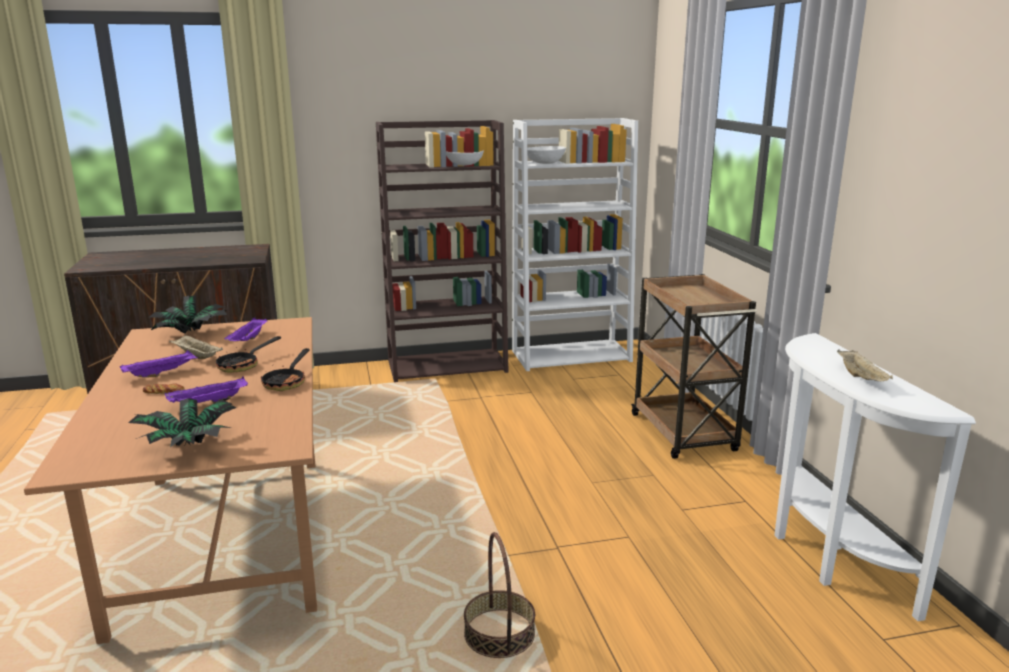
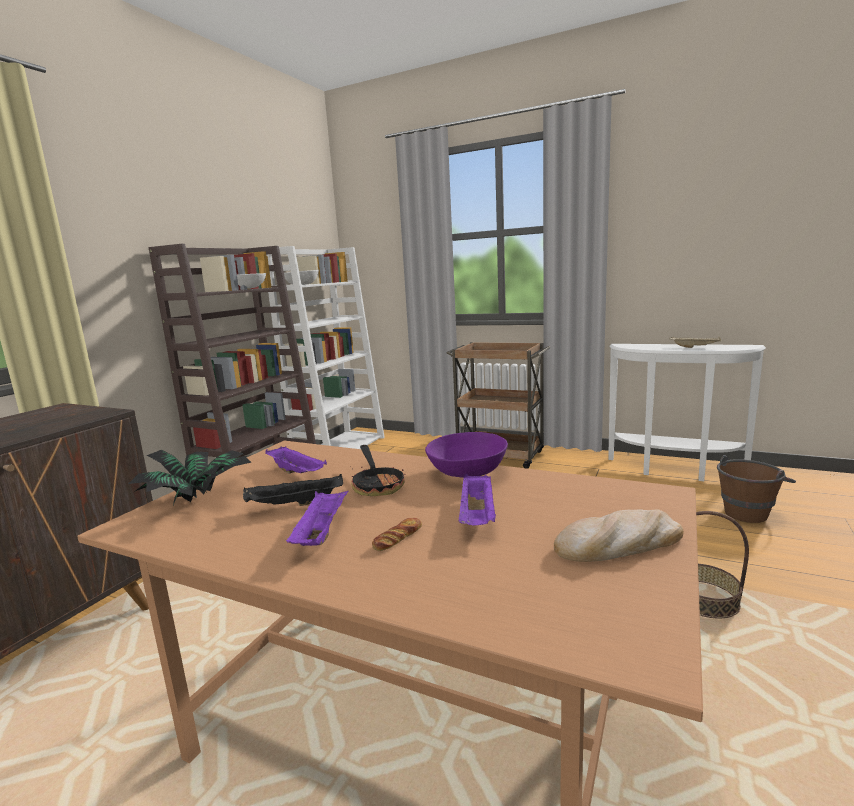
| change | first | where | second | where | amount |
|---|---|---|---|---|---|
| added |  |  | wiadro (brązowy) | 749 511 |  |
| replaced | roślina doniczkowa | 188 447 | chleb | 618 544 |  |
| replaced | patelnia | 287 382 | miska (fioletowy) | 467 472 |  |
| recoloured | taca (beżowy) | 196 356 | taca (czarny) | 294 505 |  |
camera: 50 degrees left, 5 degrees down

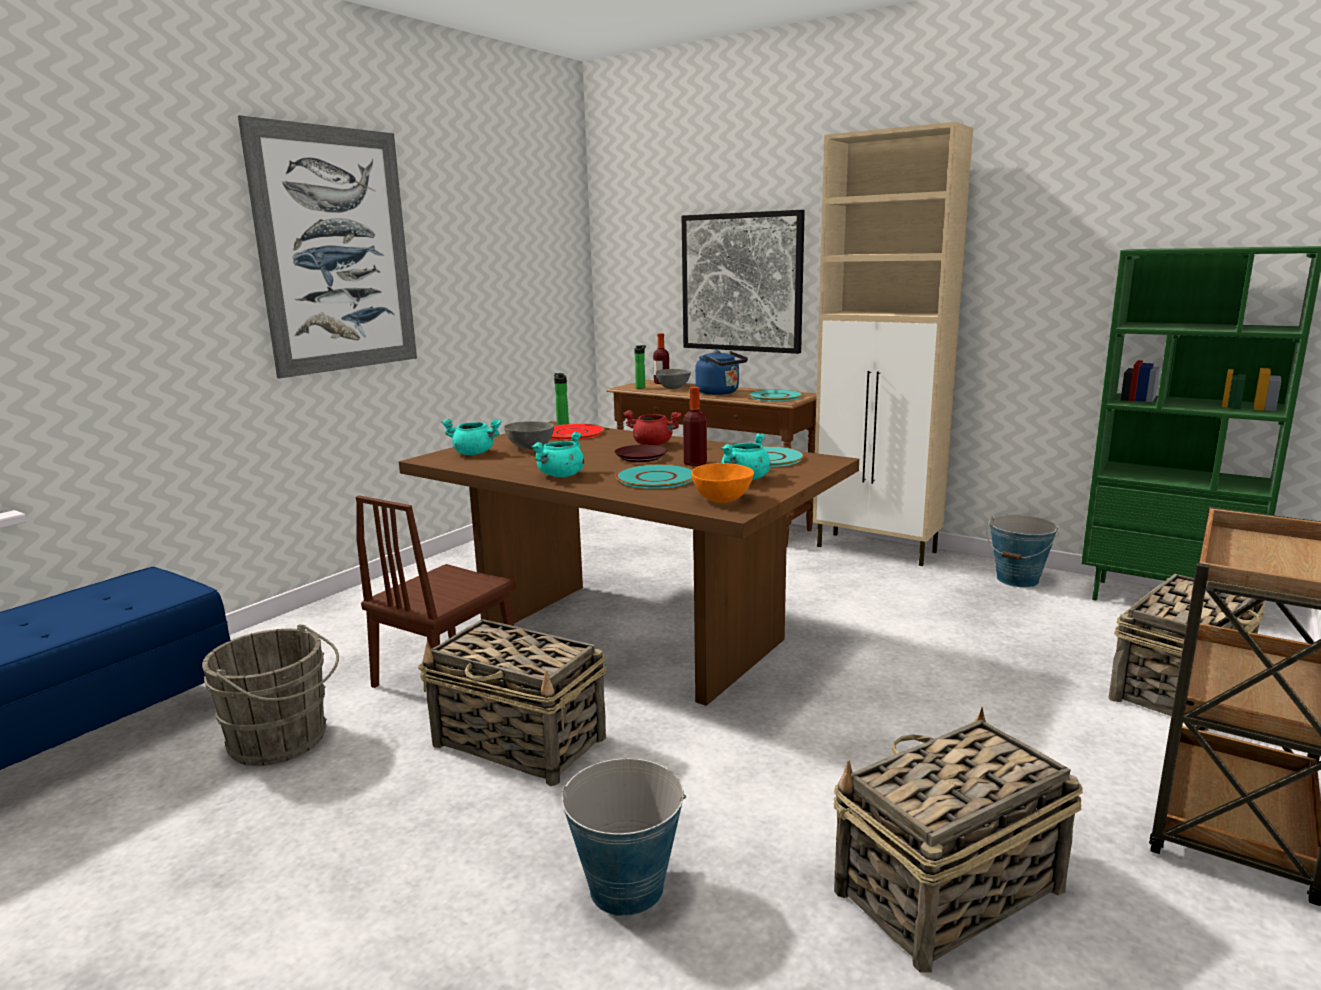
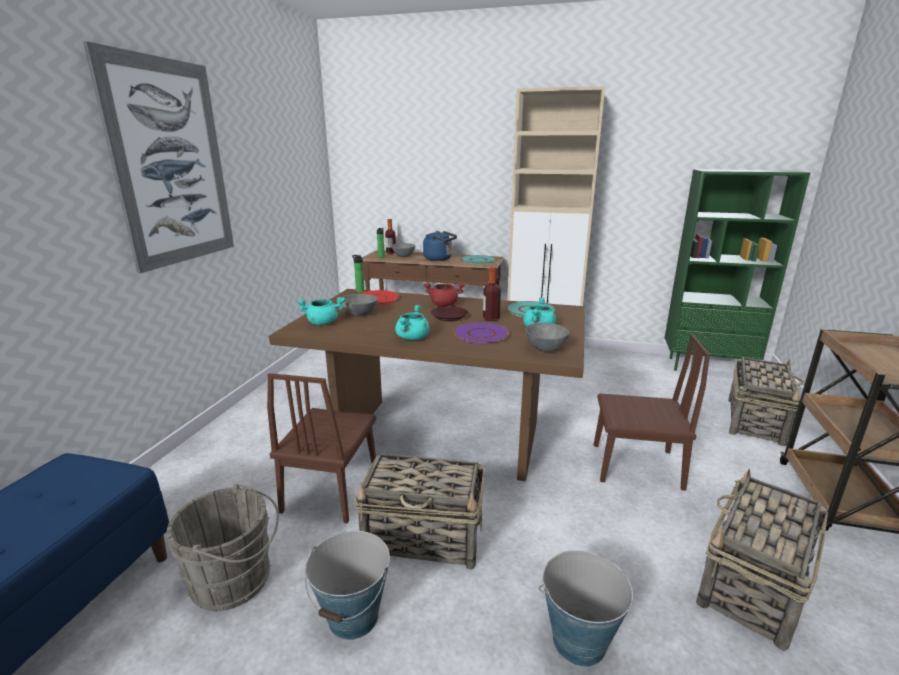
| change | first | where | second | where | amount |
|---|---|---|---|---|---|
| removed | obraz | 741 282 |  |  |  |
| added |  |  | krzesło (brązowy) | 636 466 |  |
| moved | wiadro | 1017 579 |  | 353 617 |  |
| recoloured | talerz (turkusowy) | 655 478 | talerz (fioletowy) | 480 334 |  |
| recoloured | miska (pomarańczowy) | 722 499 | miska (szary) | 545 348 |  |
camera: 20 degrees left, 5 degrees up

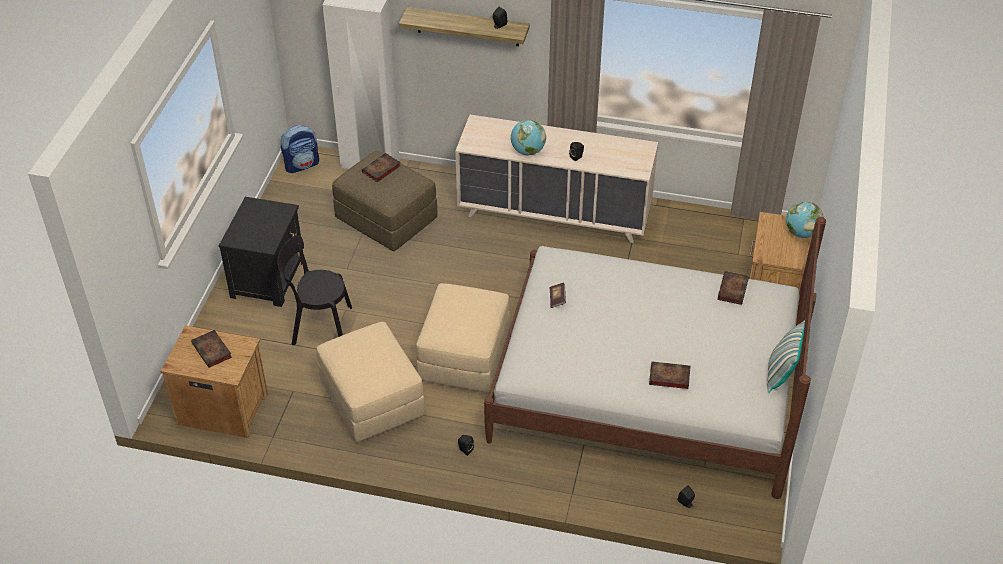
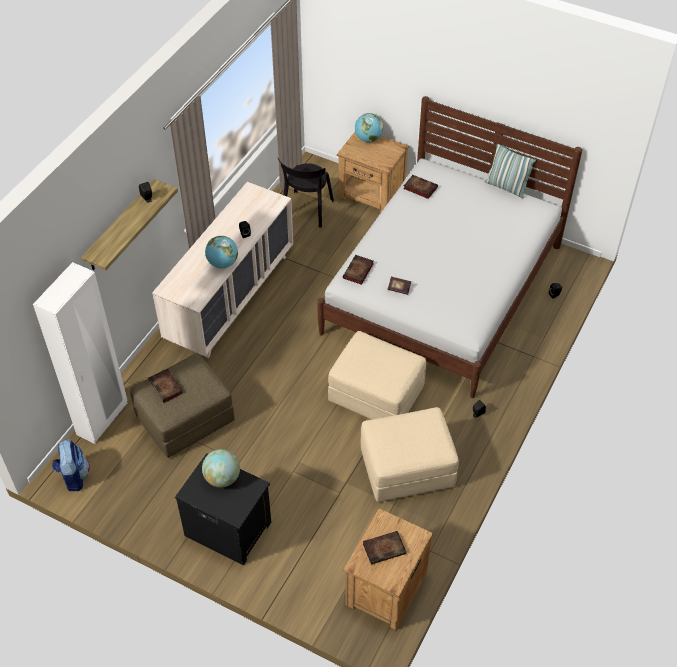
| change | first | where | second | where | amount |
|---|---|---|---|---|---|
| added |  |  | globus | 222 478 |  |
| moved | krzesło (czarny) | 318 325 |  | 306 211 |  |
| moved | książka | 668 377 |  | 358 272 |  |
camera: 75 degrees left, 5 degrees up

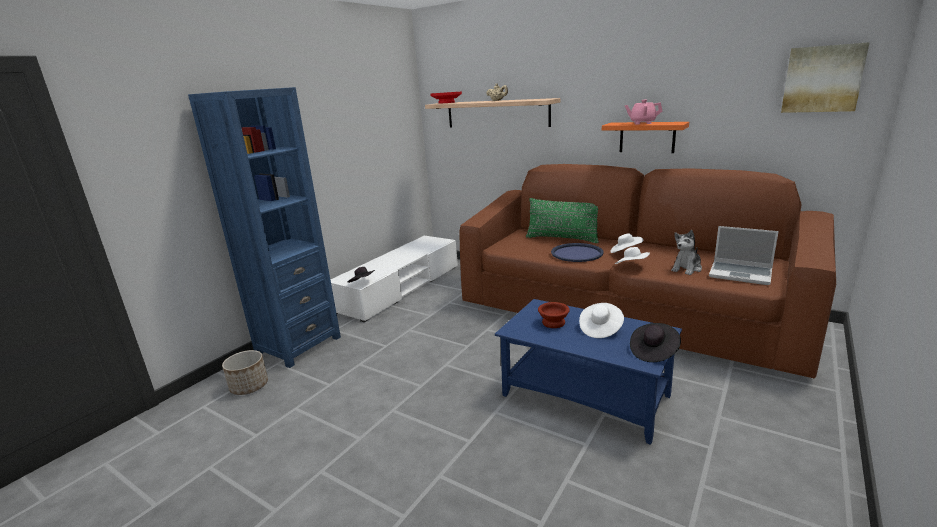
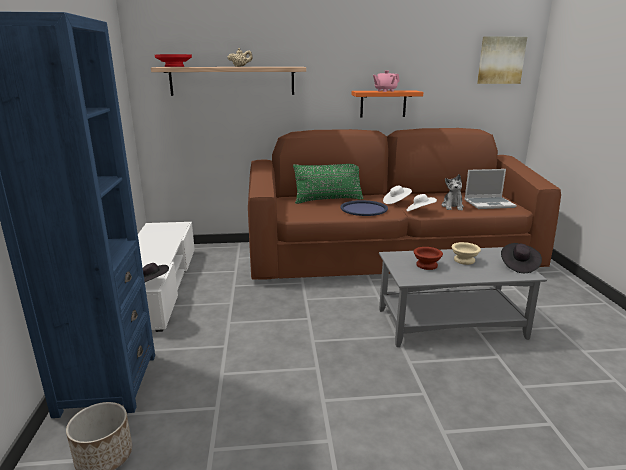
| change | first | where | second | where | amount |
|---|---|---|---|---|---|
| replaced | kapelusz (biały) | 600 329 | miska (beżowy) | 463 260 |  |
| recoloured | ława (niebieski) | 586 395 | ława (szary) | 451 323 |  |
camera: 40 degrees left, 0 degrees up

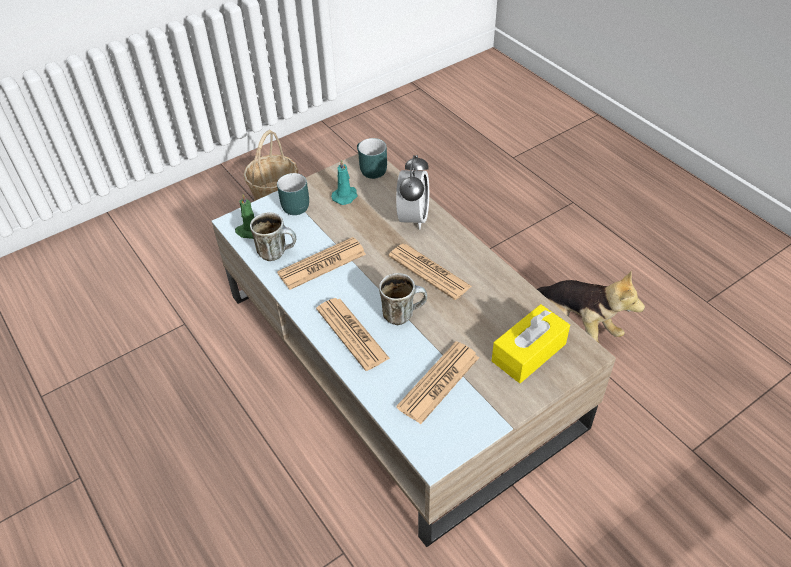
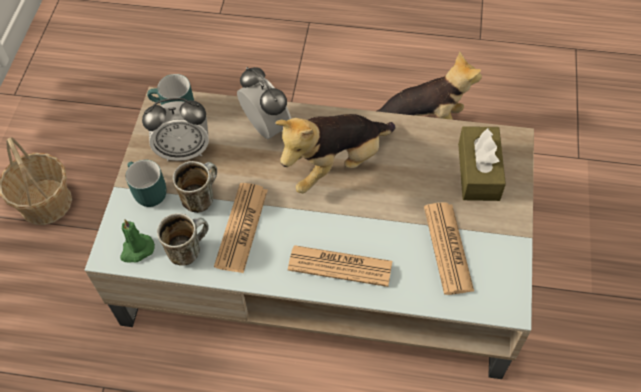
| change | first | where | second | where | amount |
|---|---|---|---|---|---|
| moved | kubek | 403 313 |  | 201 196 |  |
| replaced | świeca (turkusowy) | 345 196 | budzik | 184 150 |  |
| replaced | gazeta | 429 271 | pluszak | 335 164 |  |
| recoloured | pudełko chusteczek (żółty) | 528 352 | pudełko chusteczek (brązowy) | 478 171 |  |
camera: 45 degrees left, 10 degrees up

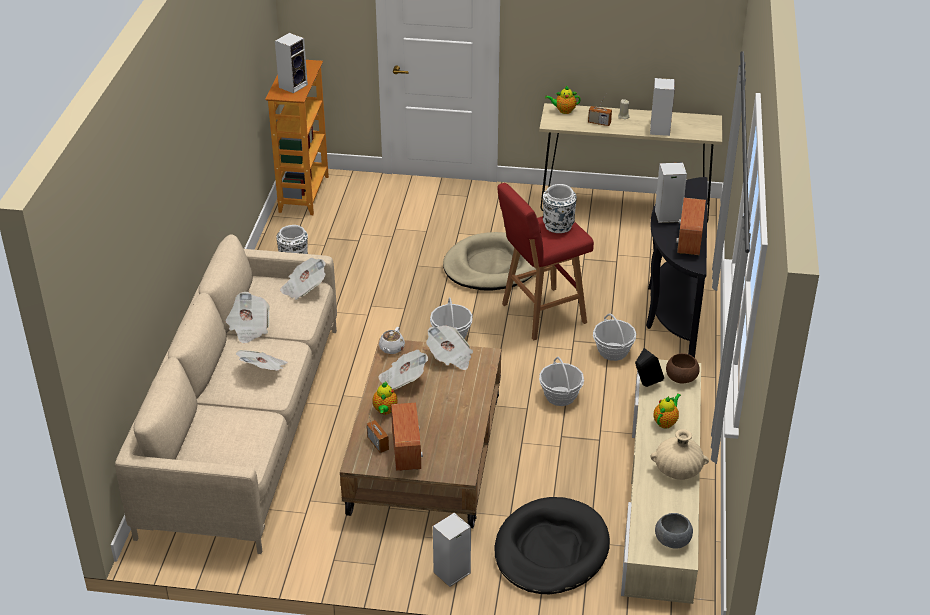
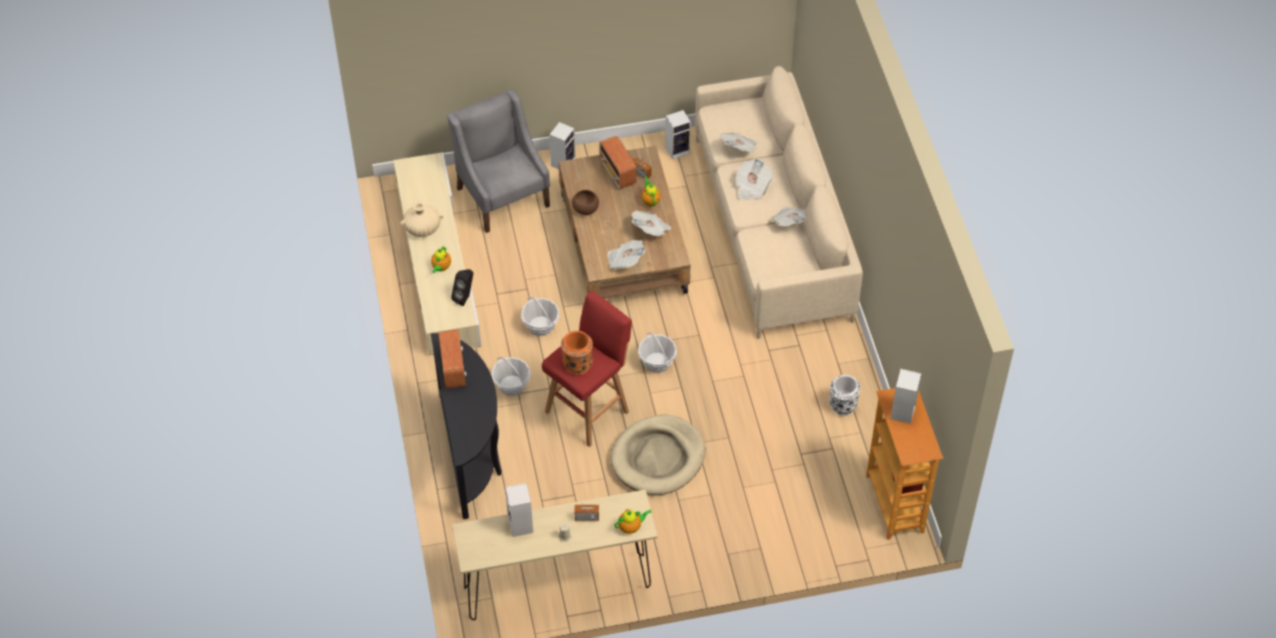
| change | first | where | second | where | amount |
|---|---|---|---|---|---|
| removed | imbryk (biały) | 391 348 |  |  |  |
| removed | miska (szary) | 672 541 |  |  |  |
| moved | gazeta | 303 288 |  | 739 148 |  |
| moved | głośnik | 667 216 |  | 678 149 |  |
| moved | miska (brązowy) | 681 378 |  | 585 209 |  |
| replaced | legowisko (czarny) | 551 550 | fotel (szary) | 502 196 |  |
| recoloured | wazon (biały) | 558 226 | wazon (pomarańczowy) | 577 364 |  |
camera: 160 degrees right, 15 degrees up

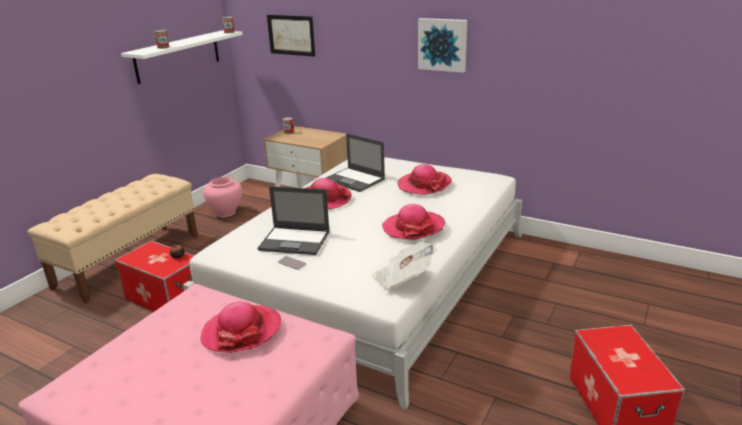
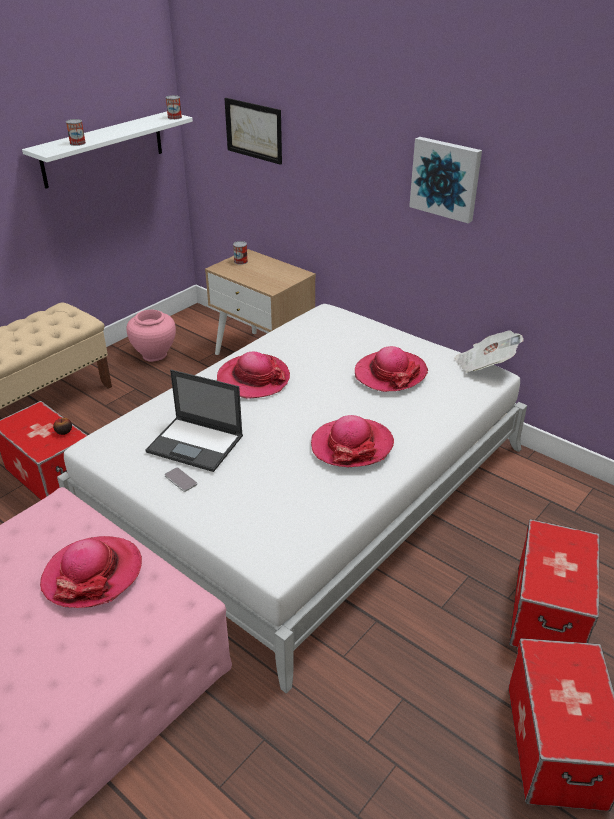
| change | first | where | second | where | amount |
|---|---|---|---|---|---|
| removed | laptop | 355 180 |  |  |  |
| added |  |  | pojemnik do przechowywania | 548 612 |  |
| moved | gazeta | 403 279 |  | 484 365 |  |
camera: 10 degrees right, 10 degrees up

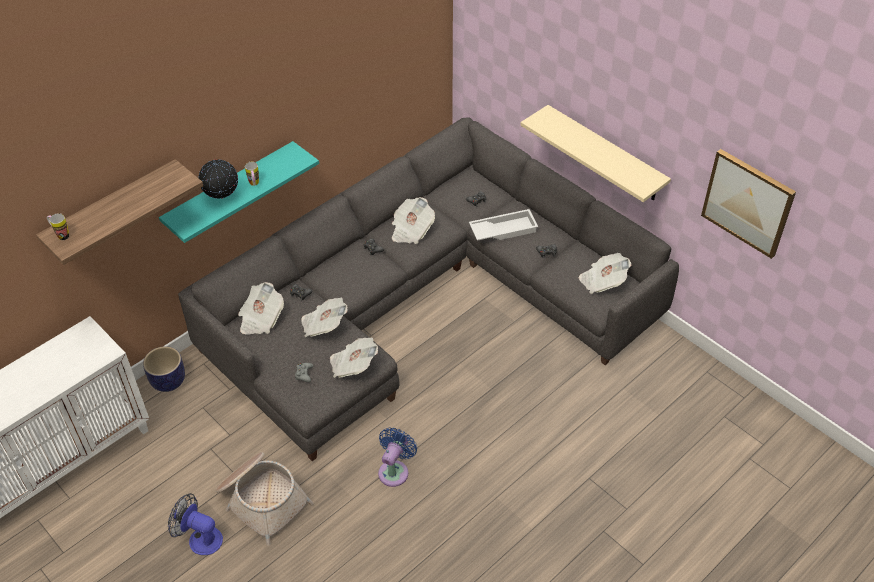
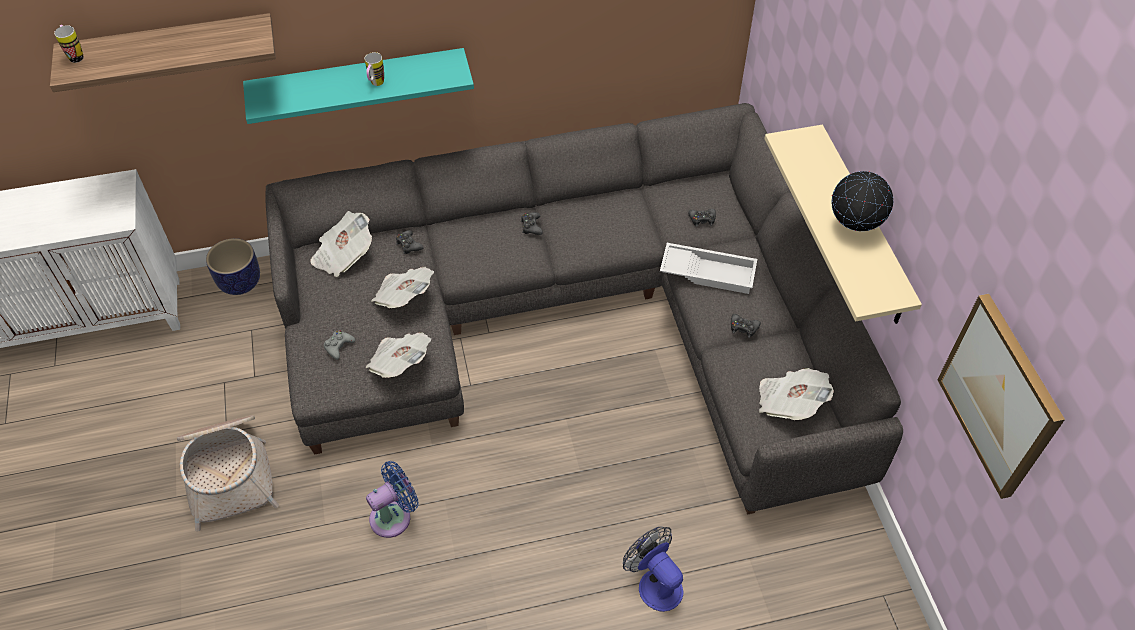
| change | first | where | second | where | amount |
|---|---|---|---|---|---|
| removed | gazeta | 411 230 |  |  |  |
| moved | wentylator | 200 538 |  | 655 583 |  |
| moved | globus | 222 197 |  | 854 227 |  |
camera: 30 degrees right, 5 degrees up

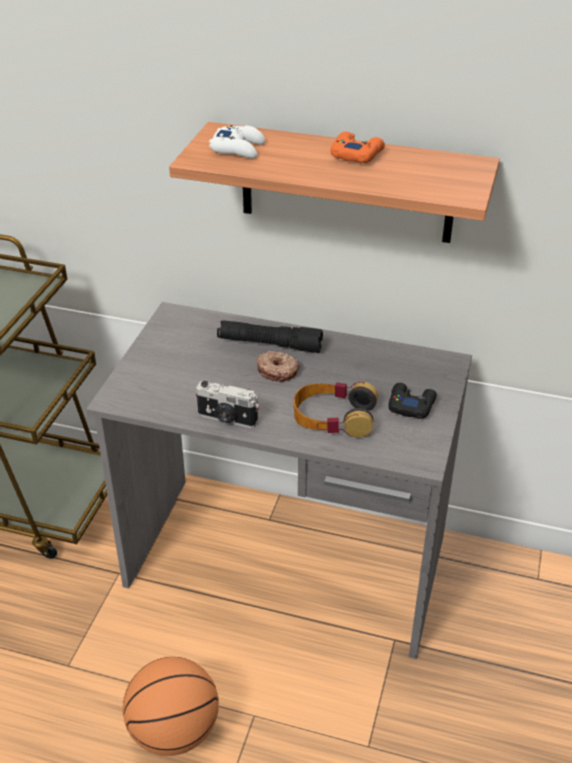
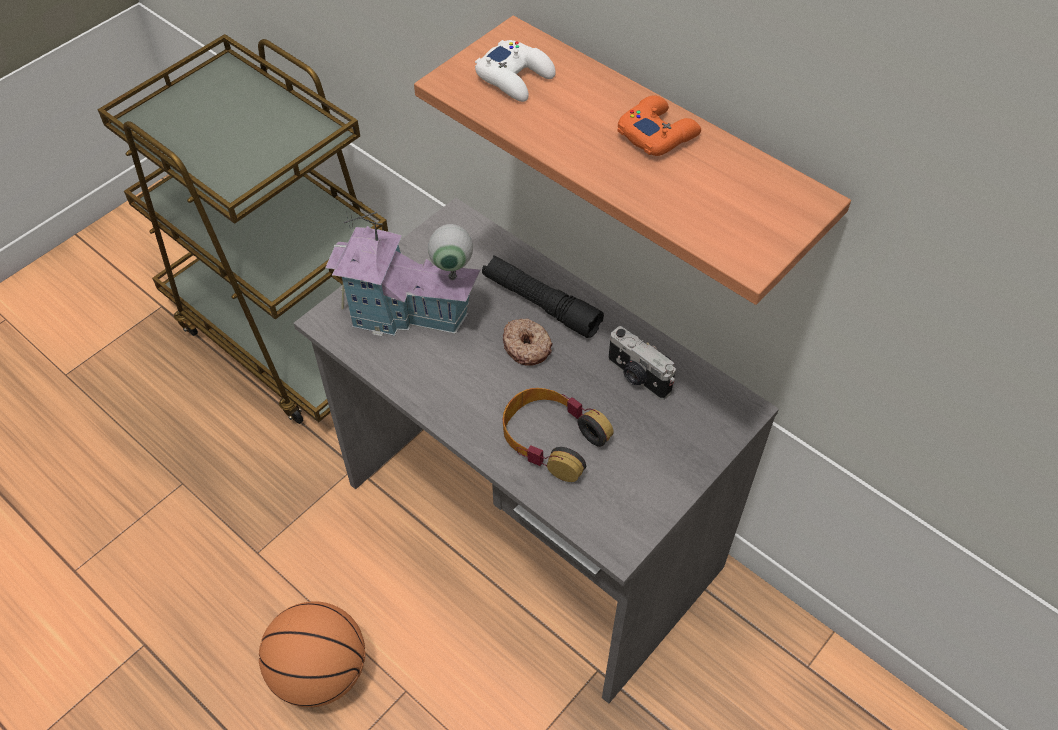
| change | first | where | second | where | amount |
|---|---|---|---|---|---|
| removed | pad do gier (czarny) | 411 405 |  |  |  |
| added |  |  | domek | 407 314 |  |
| moved | aparat fotograficzny | 227 419 |  | 637 377 |  |
camera: 25 degrees right, 15 degrees up

